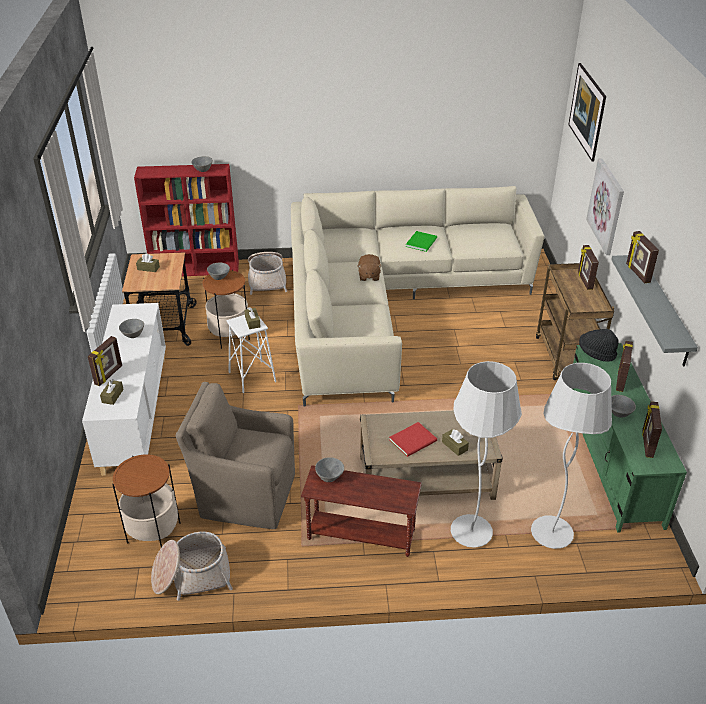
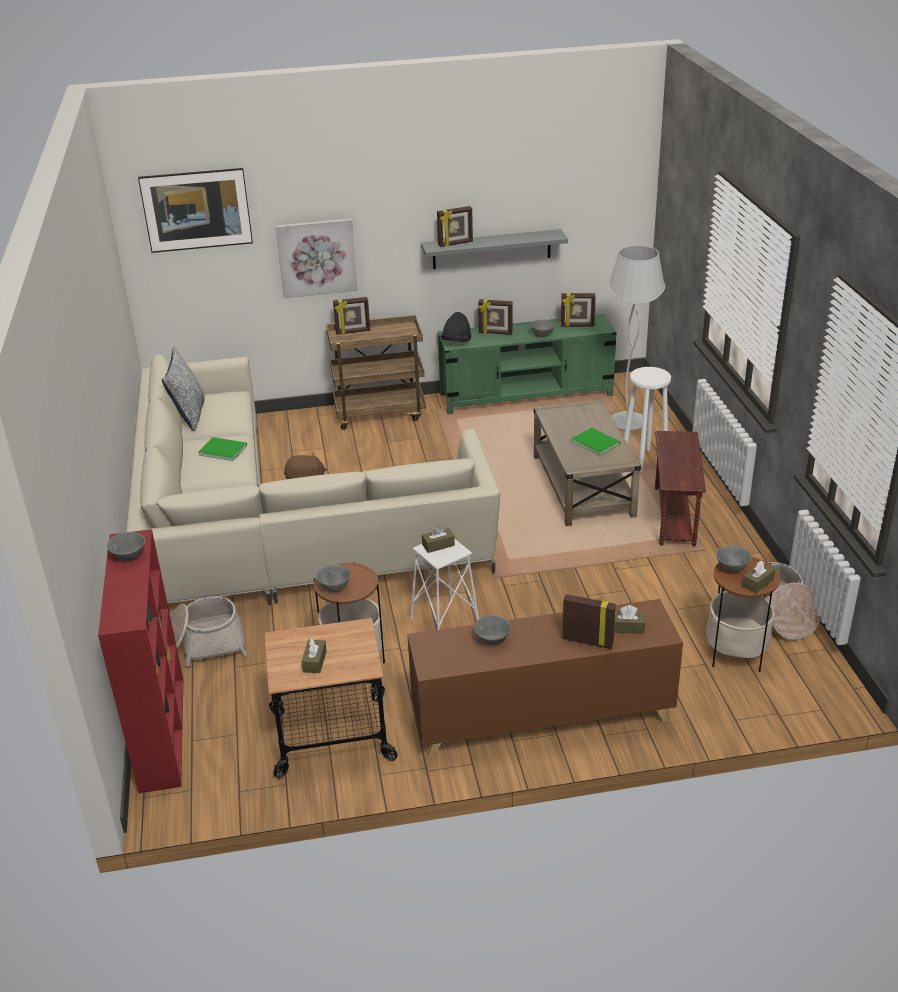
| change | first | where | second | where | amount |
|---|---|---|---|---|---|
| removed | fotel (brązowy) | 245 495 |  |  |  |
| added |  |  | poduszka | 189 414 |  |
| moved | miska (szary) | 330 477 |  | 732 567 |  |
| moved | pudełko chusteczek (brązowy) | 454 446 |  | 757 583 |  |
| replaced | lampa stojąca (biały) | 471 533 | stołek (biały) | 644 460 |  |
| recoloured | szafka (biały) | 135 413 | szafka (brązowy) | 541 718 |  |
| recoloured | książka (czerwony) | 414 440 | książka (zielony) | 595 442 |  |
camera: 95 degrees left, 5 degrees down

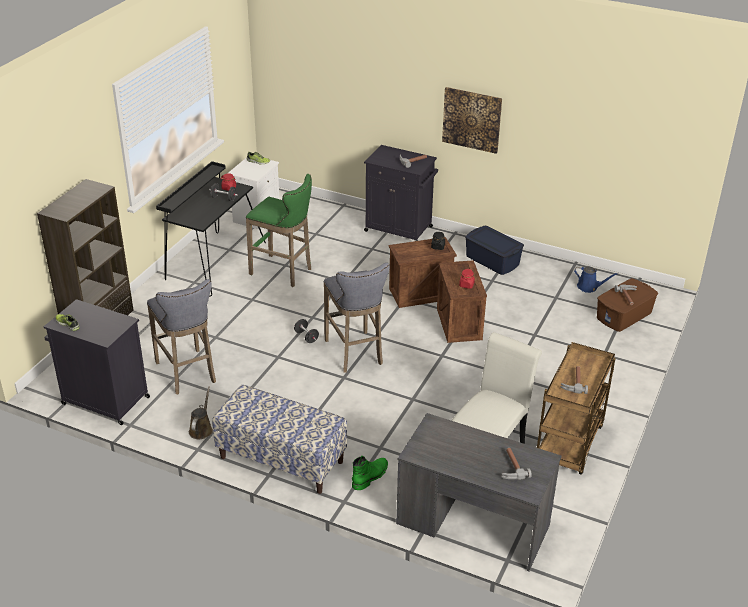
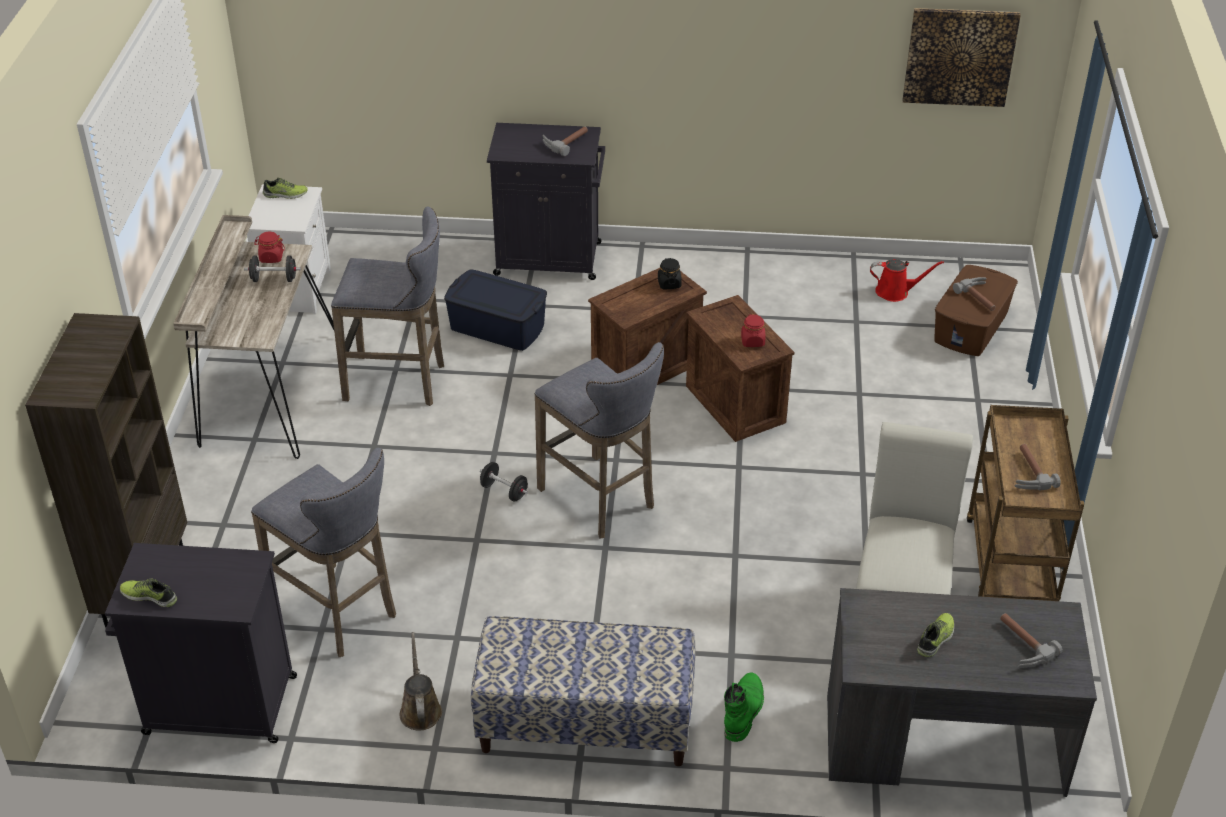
| change | first | where | second | where | amount |
|---|---|---|---|---|---|
| added |  |  | but | 936 639 |  |
| moved | obraz | 472 119 |  | 959 56 |  |
| moved | pojemnik do przechowywania (niebieski) | 492 260 |  | 497 327 |  |
| recoloured | biurko (czarny) | 213 261 | biurko (beżowy) | 266 391 |  |
| recoloured | stołek (zielony) | 283 272 | stołek (szary) | 400 382 |  |
| recoloured | konewka (niebieski) | 589 287 | konewka (czerwony) | 895 292 |  |
camera: 20 degrees left, 5 degrees up

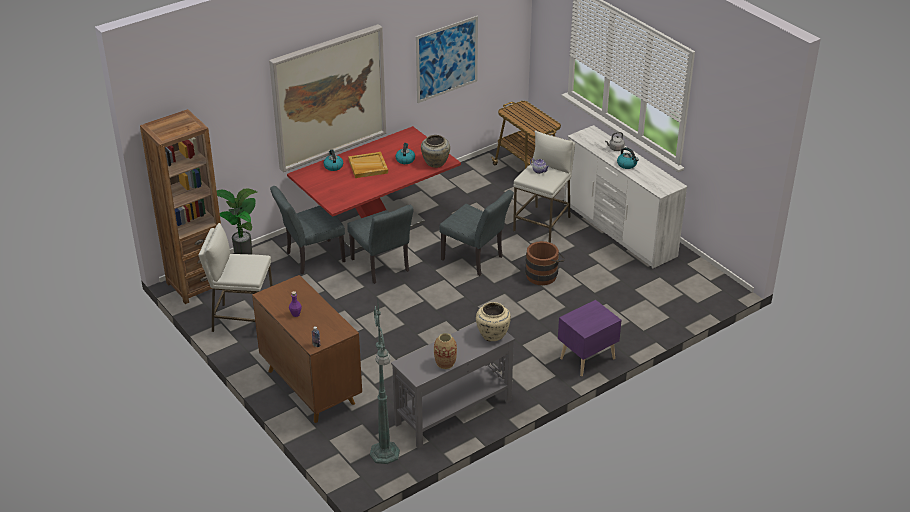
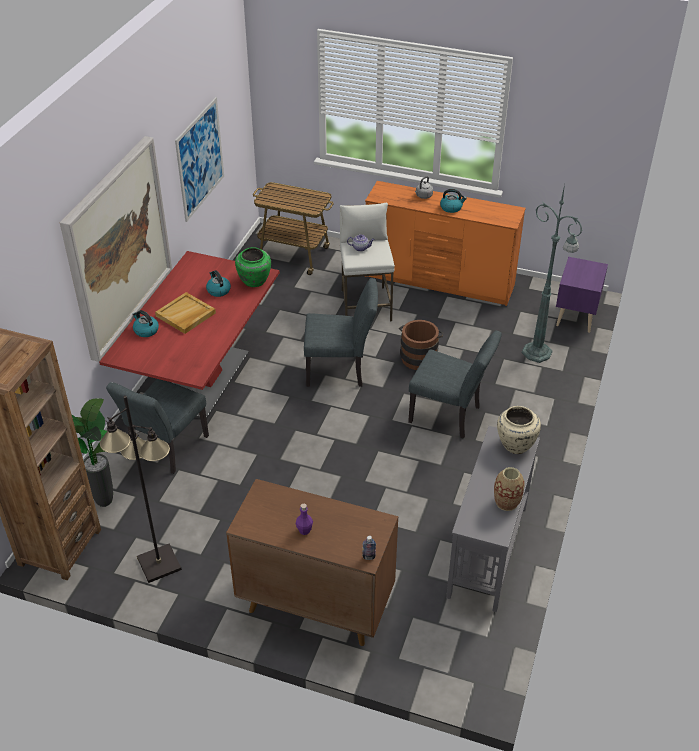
| change | first | where | second | where | amount |
|---|---|---|---|---|---|
| moved | krzesło (szary) | 382 267 |  | 450 416 |  |
| moved | lampa stojąca (zielony) | 385 454 |  | 538 353 |  |
| moved | szafka nocna (fioletowy) | 586 358 |  | 575 316 |  |
| replaced | stołek (biały) | 243 320 | lampa stojąca (czarny) | 158 563 |  |
| recoloured | wazon (beżowy) | 435 163 | wazon (zielony) | 254 282 |  |
| recoloured | komoda (biały) | 619 230 | komoda (pomarańczowy) | 439 281 |  |
camera: 35 degrees left, 5 degrees up

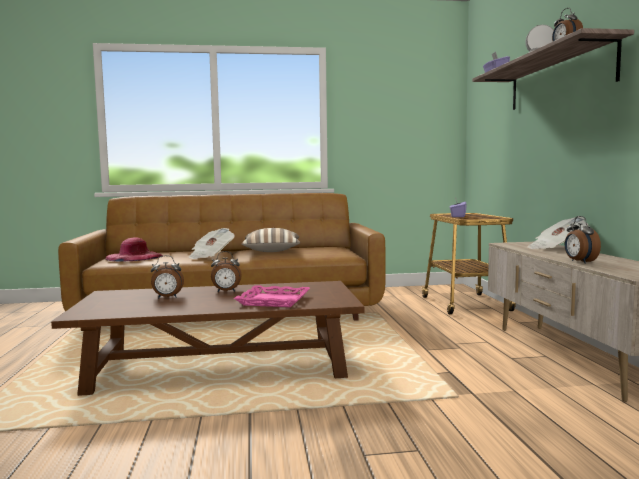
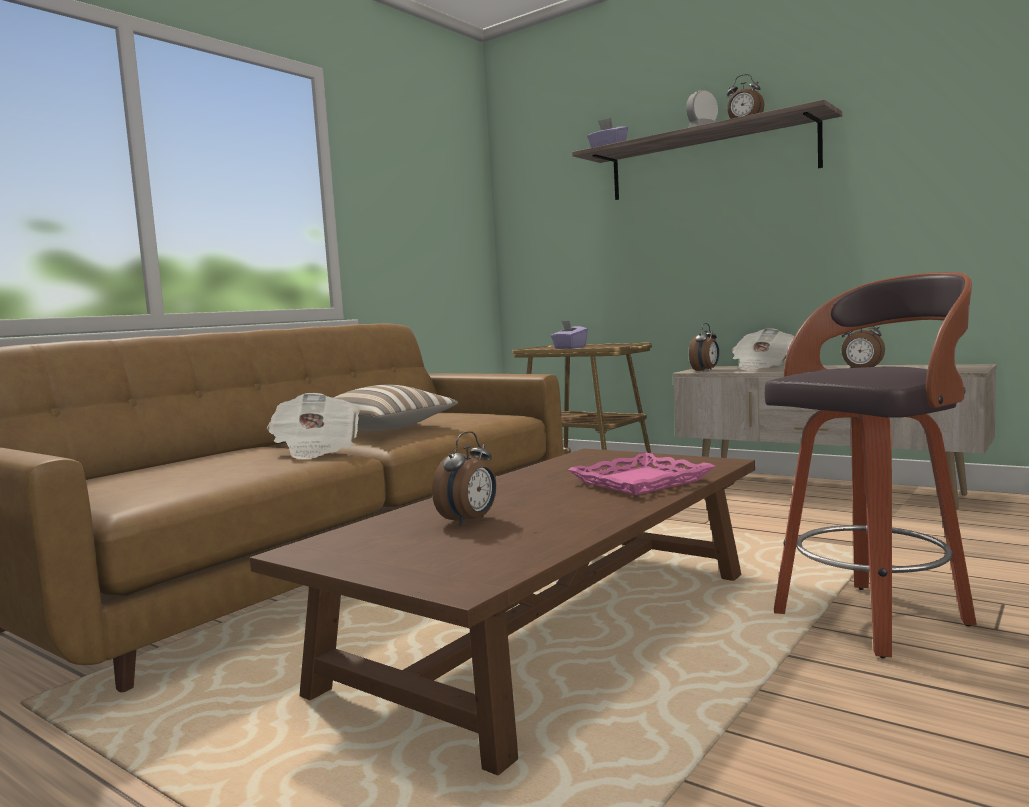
| change | first | where | second | where | amount |
|---|---|---|---|---|---|
| removed | kapelusz (różowy) | 134 257 |  |  |  |
| added |  |  | stołek | 874 618 |  |
| moved | budzik | 226 291 |  | 705 370 |  |
camera: 45 degrees left, 0 degrees up

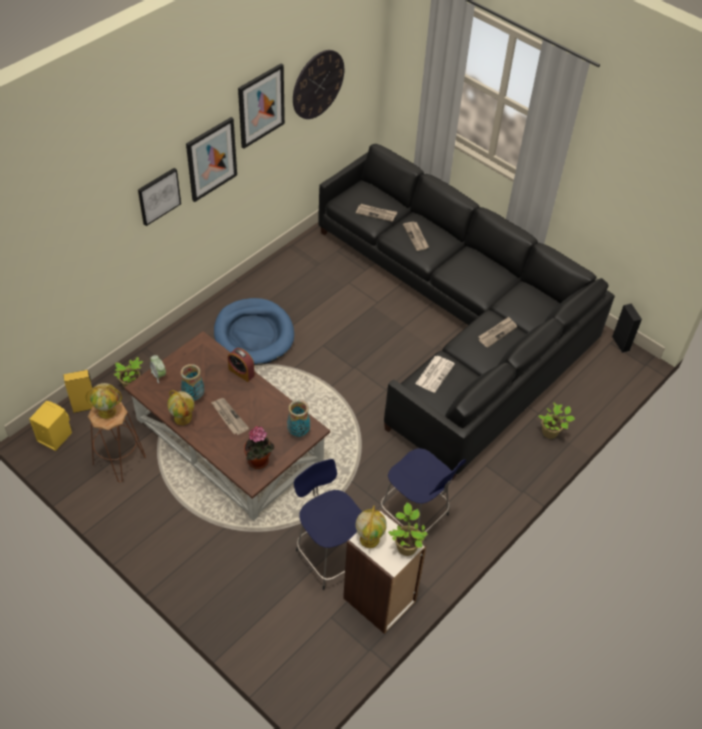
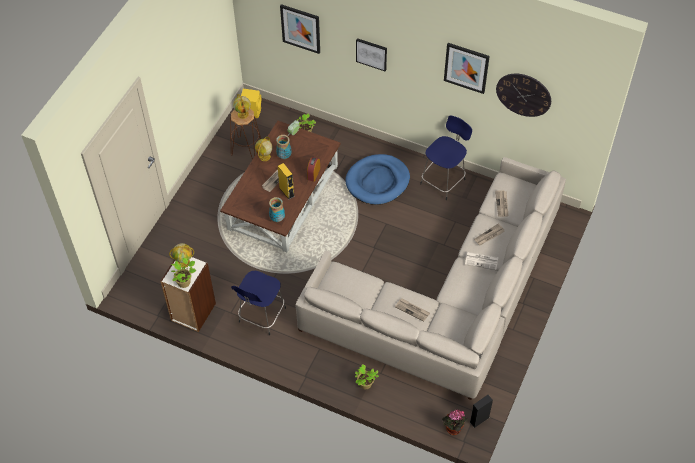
| change | first | where | second | where | amount |
|---|---|---|---|---|---|
| moved | głośnik (żółty) | 84 407 |  | 286 192 |  |
| moved | obraz | 211 159 |  | 301 28 |  |
| moved | roślina doniczkowa | 260 462 |  | 453 429 |  |
| moved | stołek (niebieski) | 329 555 |  | 444 180 |  |
| moved | gazeta | 434 373 |  | 482 261 |  |
| recoloured | kanapa (czarny) | 456 322 | kanapa (beżowy) | 448 300 |  |
camera: 75 degrees right, 5 degrees up

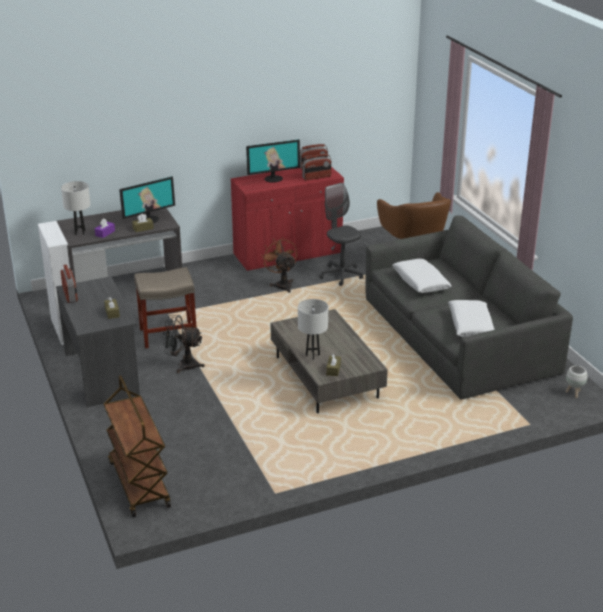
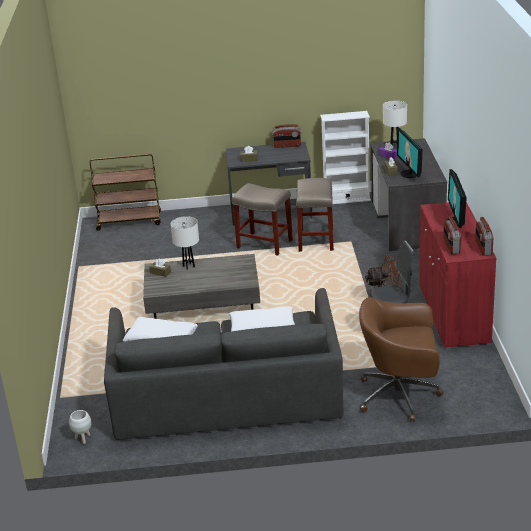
| change | first | where | second | where | amount |
|---|---|---|---|---|---|
| replaced | wentylator (czarny) | 183 365 | stołek (beżowy) | 263 244 |  |
camera: 110 degrees right, 0 degrees up

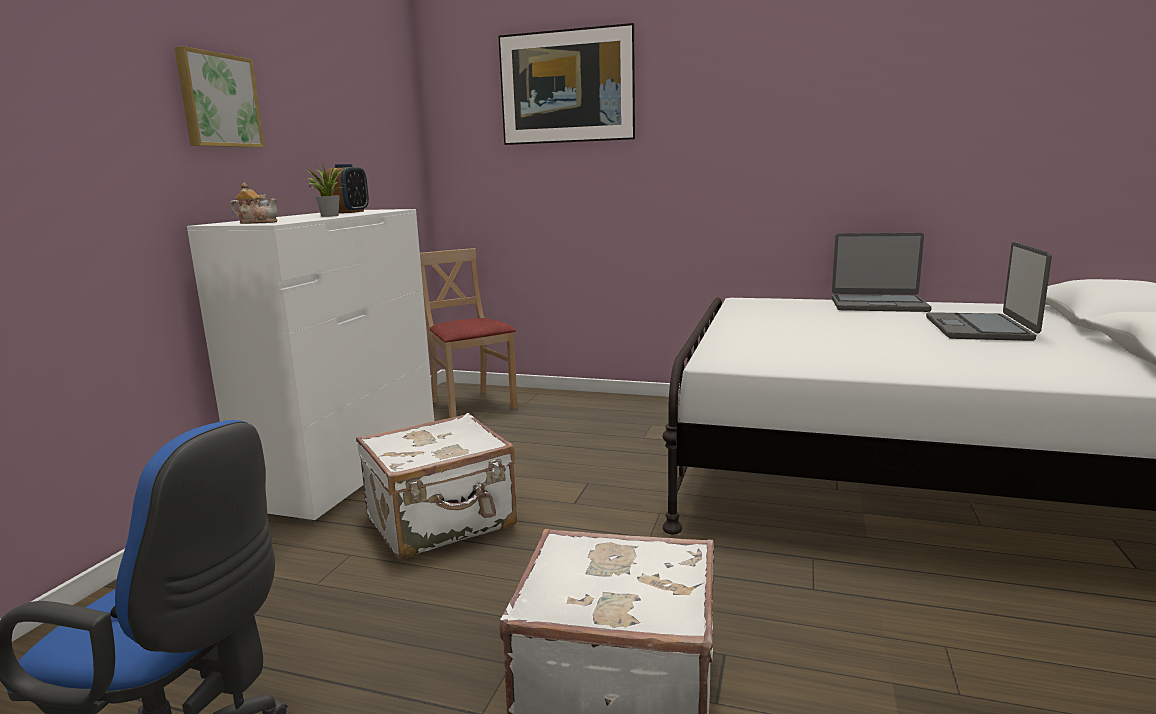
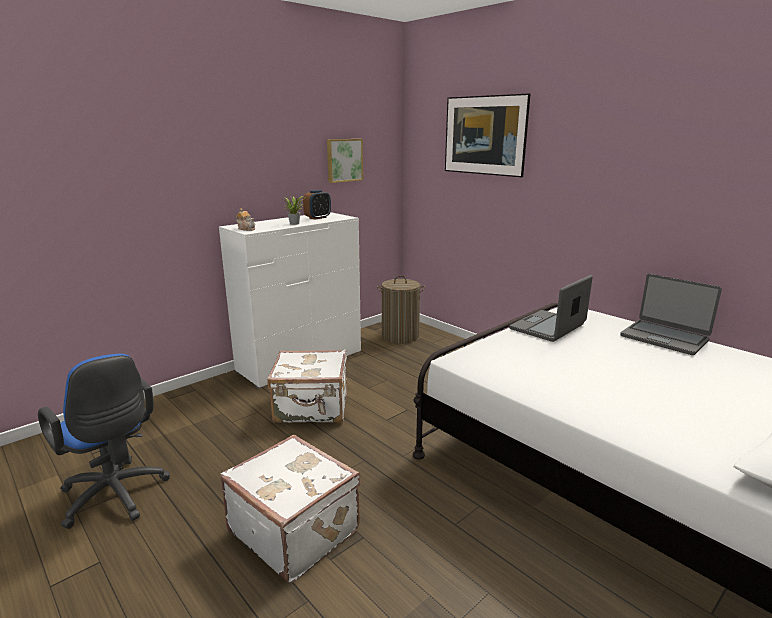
| change | first | where | second | where | amount |
|---|---|---|---|---|---|
| moved | obraz | 218 101 |  | 344 160 |  |
| moved | laptop | 980 329 |  | 548 327 |  |
| replaced | krzesło (beżowy) | 472 405 | kosz na pranie | 400 336 |  |
camera: 30 degrees right, 5 degrees up

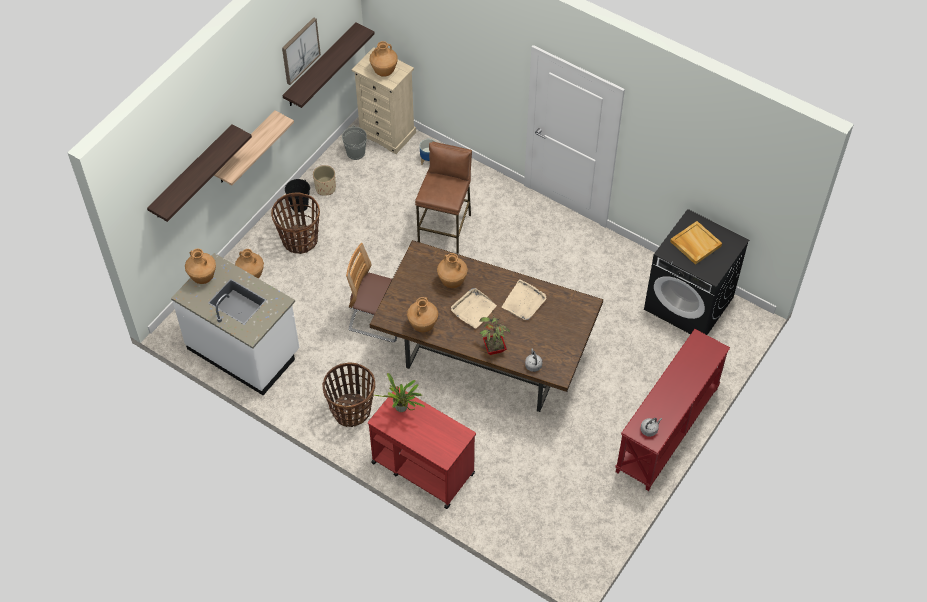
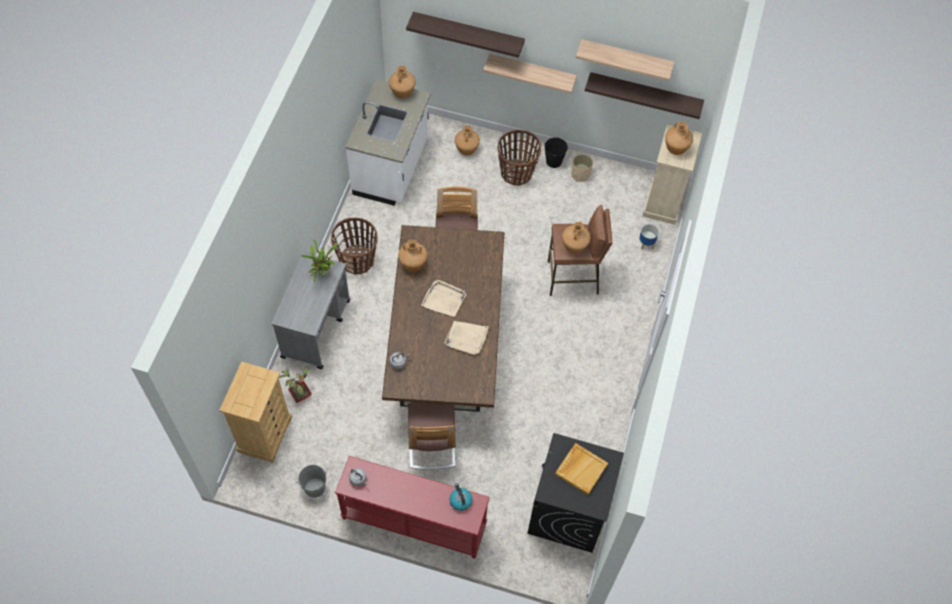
| change | first | where | second | where | amount |
|---|---|---|---|---|---|
| added |  |  | komoda (beżowy) | 264 434 |  |
| added |  |  | krzesło | 432 443 |  |
| added |  |  | czajnik | 460 500 |  |
| moved | wiadro (szary) | 355 152 |  | 315 488 |  |
| moved | wazon (brązowy) | 452 282 |  | 574 247 |  |
| moved | roślina doniczkowa | 493 349 |  | 300 394 |  |
| replaced | obraz | 300 50 | półka | 626 58 |  |
| recoloured | wózek (czerwony) | 422 467 | wózek (szary) | 316 328 |  |
camera: 70 degrees right, 5 degrees up

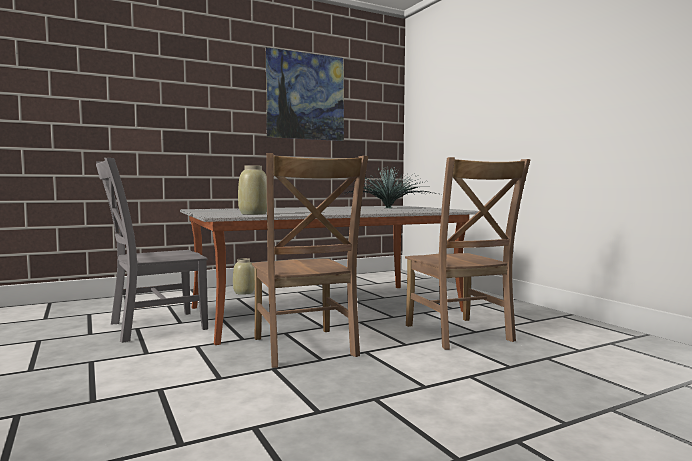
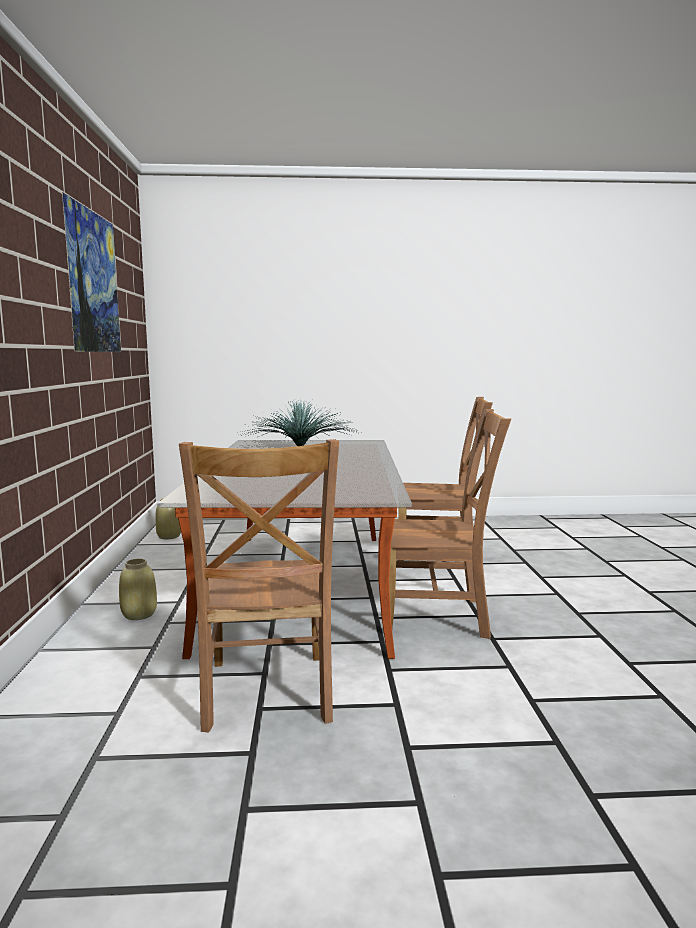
| change | first | where | second | where | amount |
|---|---|---|---|---|---|
| moved | wazon (beżowy) | 253 214 |  | 168 536 |  |
| recoloured | krzesło (szary) | 153 327 | krzesło (brązowy) | 266 694 |  |
camera: 65 degrees left, 5 degrees up

